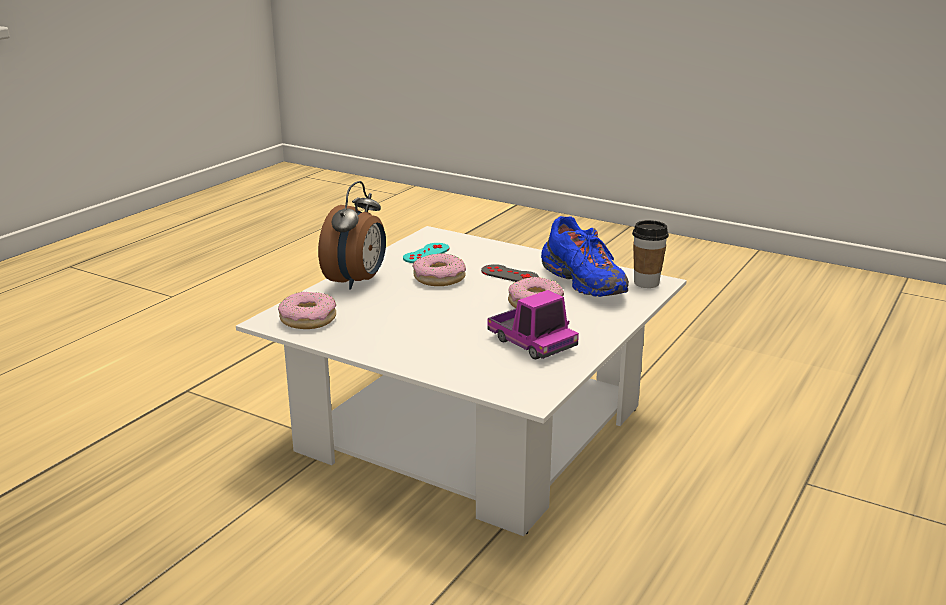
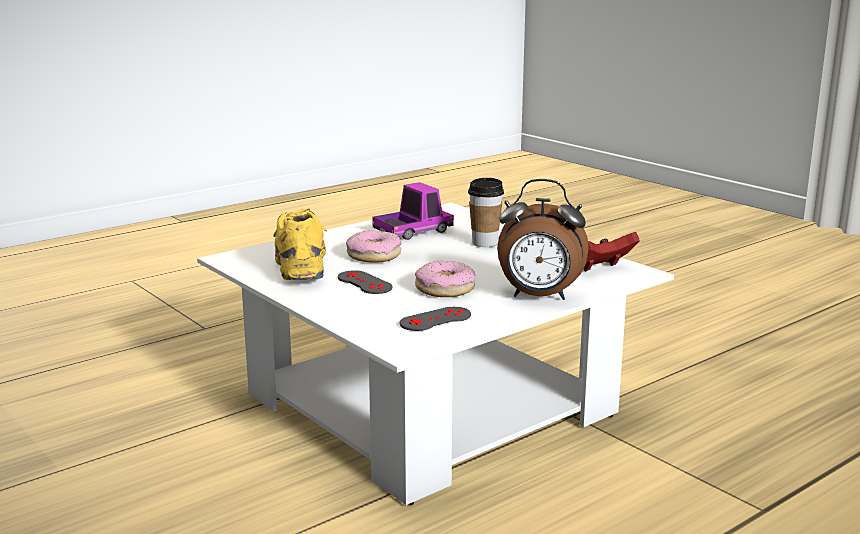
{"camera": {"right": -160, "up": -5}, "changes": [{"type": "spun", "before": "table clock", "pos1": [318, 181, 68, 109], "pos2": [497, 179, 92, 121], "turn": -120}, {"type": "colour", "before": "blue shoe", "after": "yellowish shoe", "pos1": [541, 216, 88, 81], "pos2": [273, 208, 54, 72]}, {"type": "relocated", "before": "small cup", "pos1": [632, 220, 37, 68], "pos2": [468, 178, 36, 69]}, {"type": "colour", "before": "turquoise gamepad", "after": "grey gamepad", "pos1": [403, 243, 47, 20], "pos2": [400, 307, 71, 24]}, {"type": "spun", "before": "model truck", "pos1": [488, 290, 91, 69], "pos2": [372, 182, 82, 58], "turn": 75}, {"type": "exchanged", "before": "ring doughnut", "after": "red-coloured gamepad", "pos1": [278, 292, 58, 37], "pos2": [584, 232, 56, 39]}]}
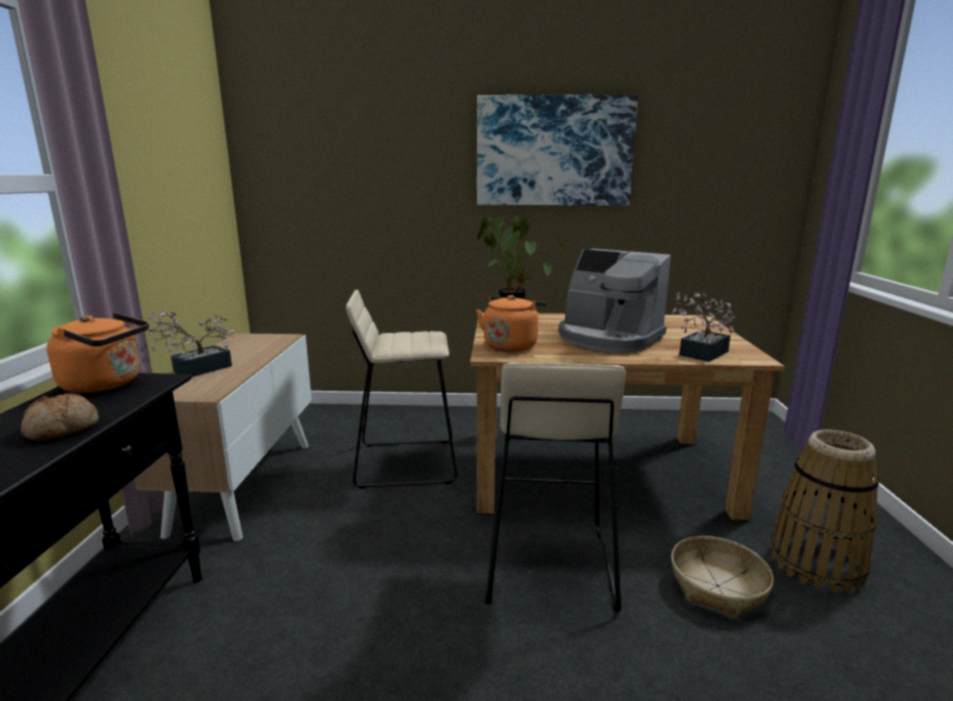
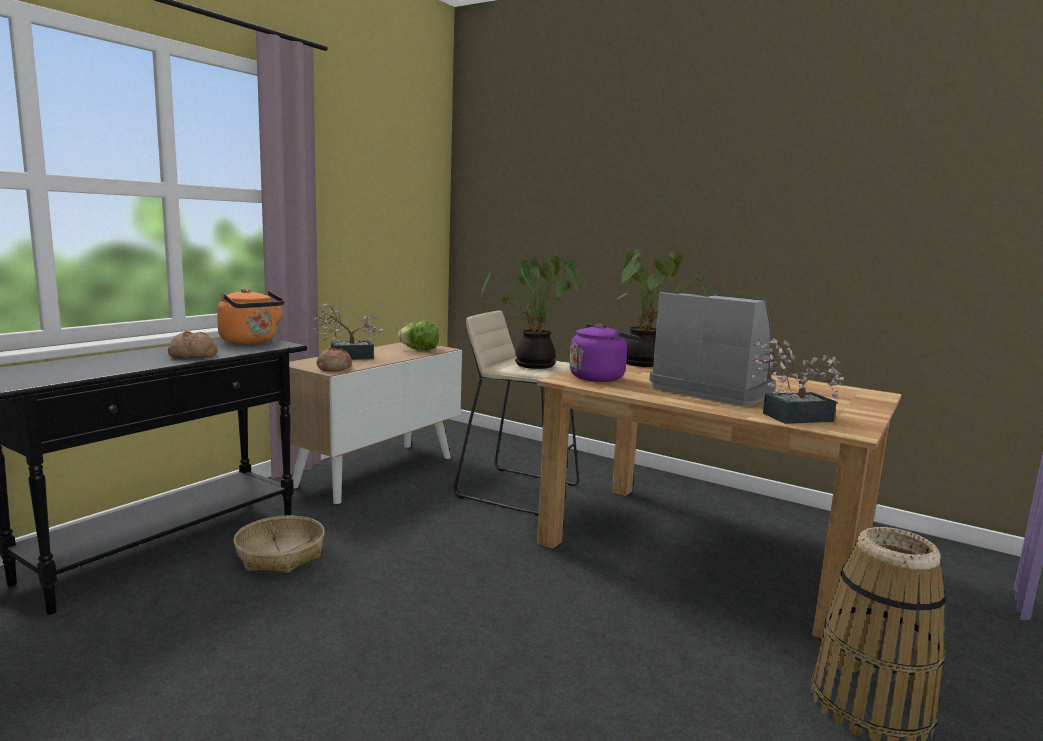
{"camera": {"right": 30, "up": -5}, "changes": [{"type": "missing", "before": "wall art", "pos1": [477, 94, 161, 111]}, {"type": "spun", "before": "coffee machine", "pos1": [558, 249, 113, 104], "pos2": [649, 292, 127, 114], "turn": 150}, {"type": "colour", "before": "orangey water kettle", "after": "purple-coloured water kettle", "pos1": [476, 295, 70, 57], "pos2": [569, 324, 71, 58]}, {"type": "missing", "before": "beige sitting stool", "pos1": [485, 362, 141, 250]}, {"type": "relocated", "before": "basket", "pos1": [671, 536, 103, 82], "pos2": [233, 516, 92, 57]}, {"type": "appeared", "after": "potted plant", "pos2": [482, 255, 97, 114]}, {"type": "appeared", "after": "head of lettuce", "pos2": [398, 321, 41, 29]}, {"type": "appeared", "after": "baked bread", "pos2": [317, 348, 35, 24]}]}
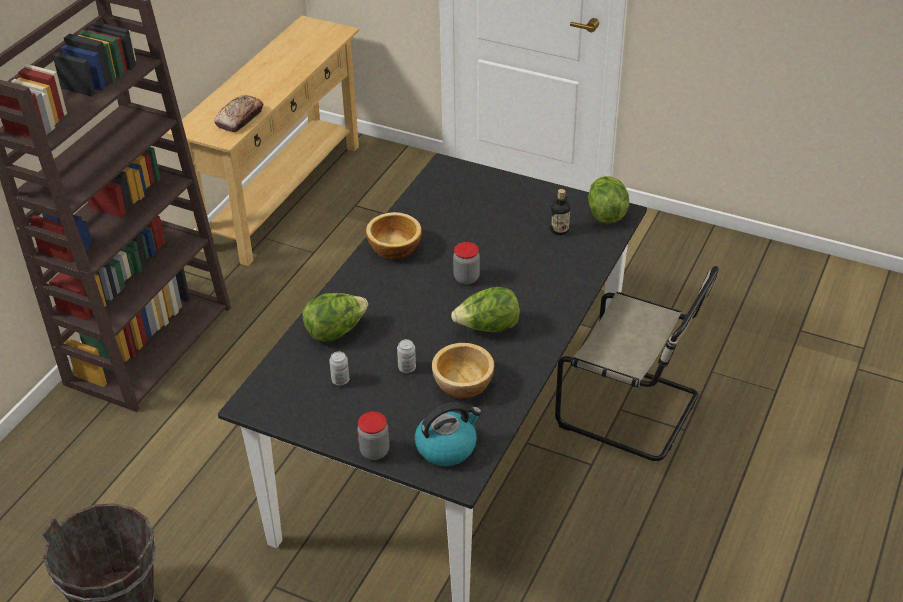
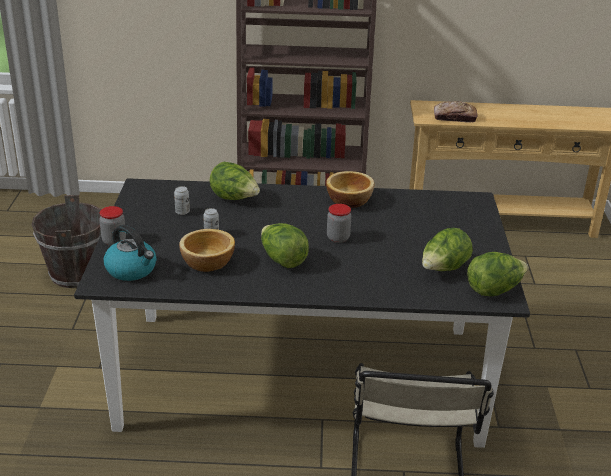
{"camera": {"right": 65, "up": -10}, "changes": [{"type": "exchanged", "before": "drink bottle", "after": "head of lettuce", "pos1": [550, 189, 20, 46], "pos2": [422, 228, 51, 43]}]}
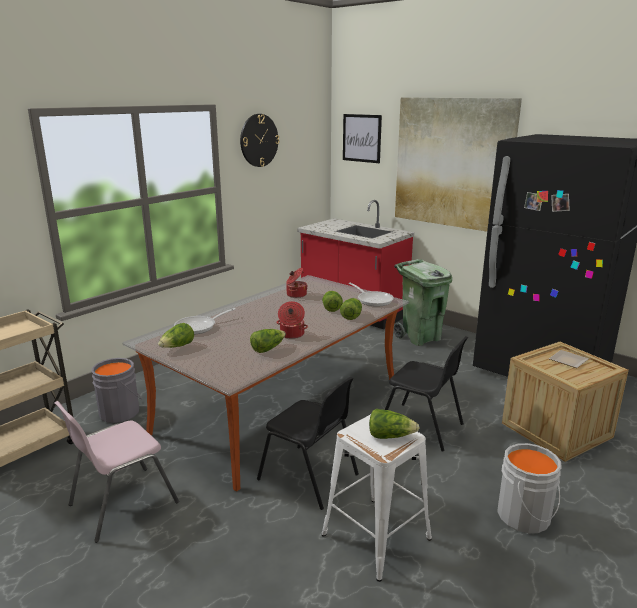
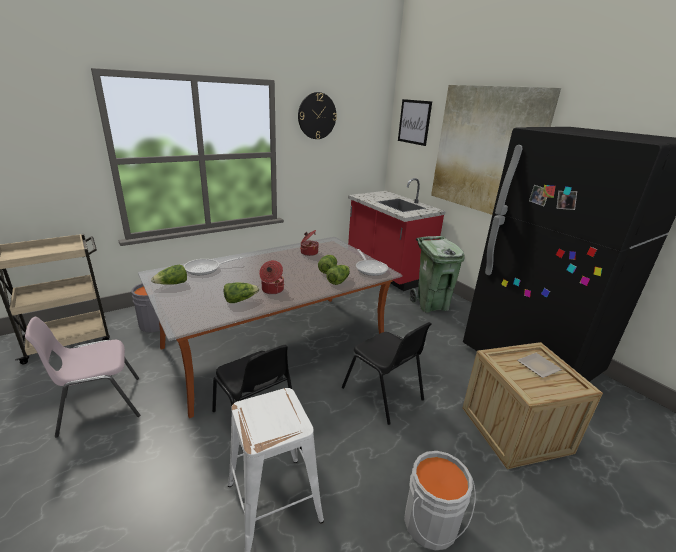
{"camera": {"right": 15, "up": 5}, "changes": [{"type": "missing", "before": "head of lettuce", "pos1": [369, 409, 51, 30]}]}
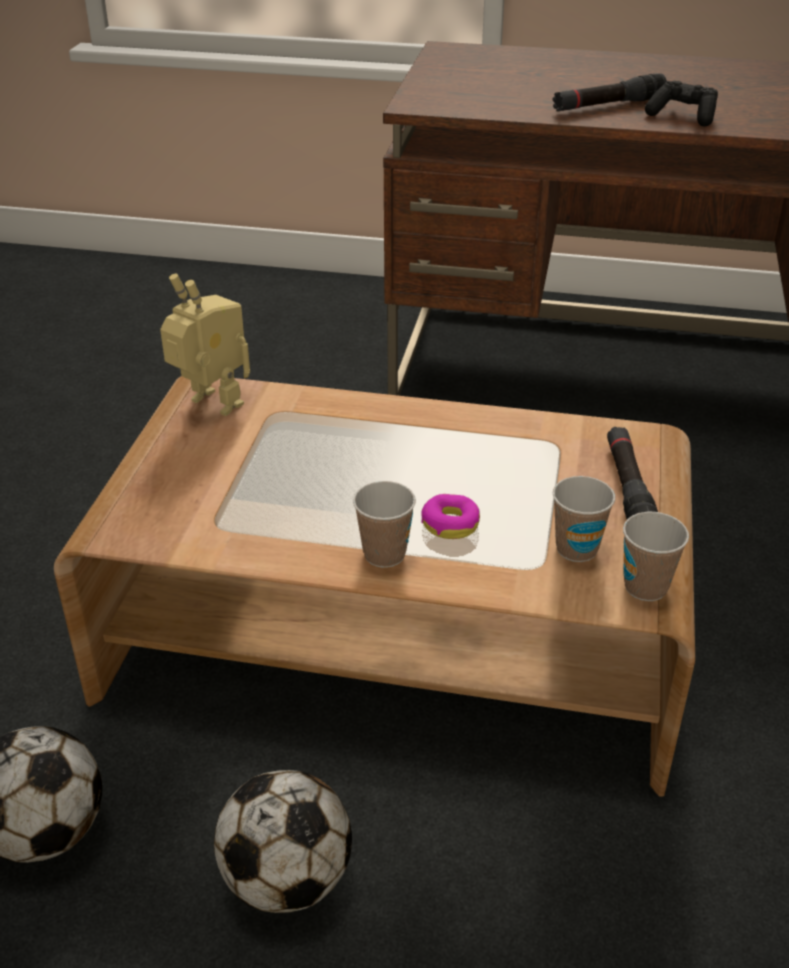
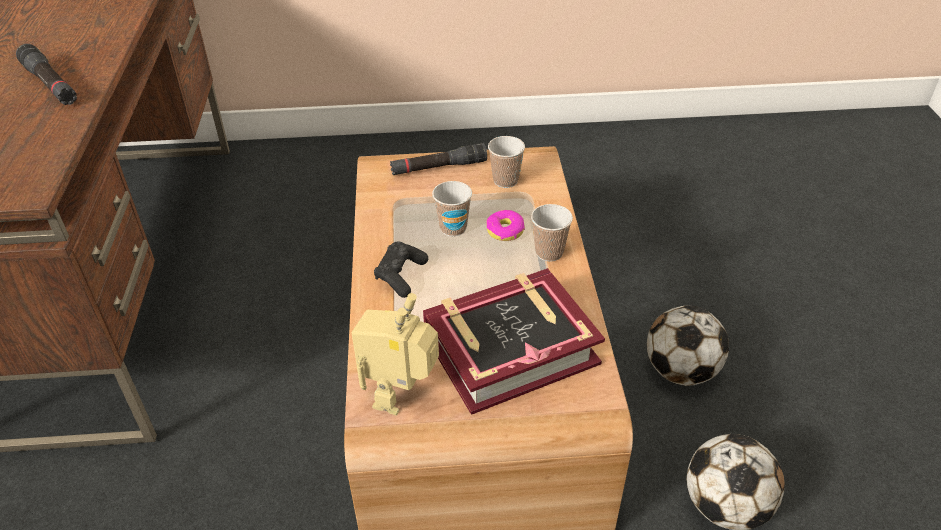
{"camera": {"right": -105, "up": 5}, "changes": [{"type": "relocated", "before": "blackish gamepad", "pos1": [645, 81, 73, 46], "pos2": [374, 241, 54, 57]}, {"type": "relocated", "before": "small cup", "pos1": [623, 512, 66, 89], "pos2": [432, 181, 40, 55]}, {"type": "appeared", "after": "book", "pos2": [423, 268, 182, 147]}]}
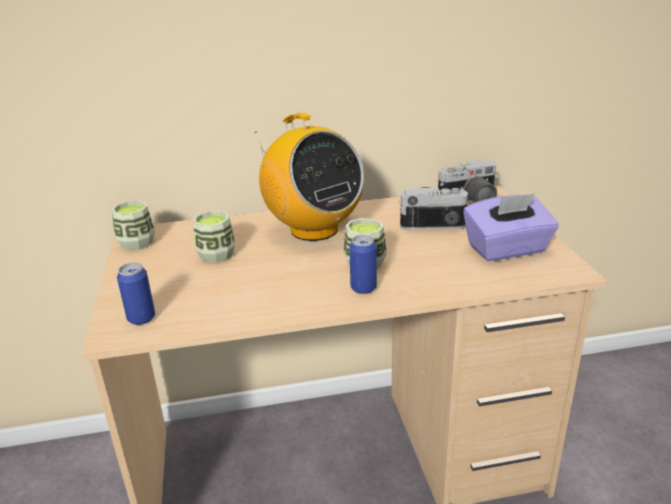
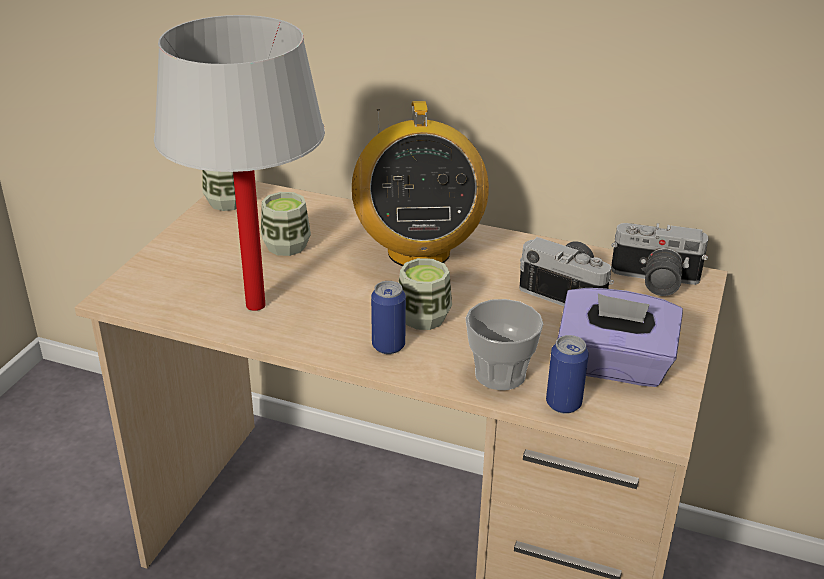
{"camera": {"right": 30, "up": 5}, "changes": [{"type": "relocated", "before": "metal can", "pos1": [117, 262, 38, 63], "pos2": [546, 335, 43, 79]}, {"type": "appeared", "after": "whitish tabletop lamp", "pos2": [154, 15, 171, 296]}, {"type": "appeared", "after": "small cup", "pos2": [465, 299, 78, 91]}]}
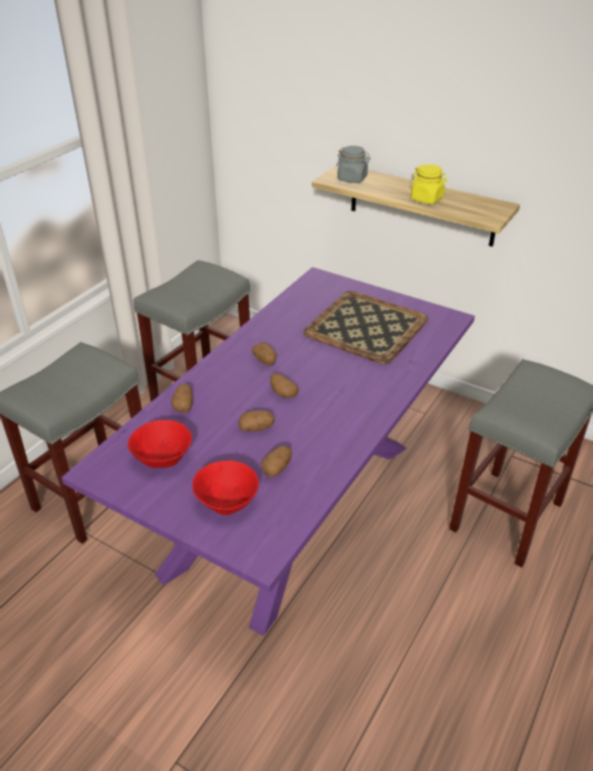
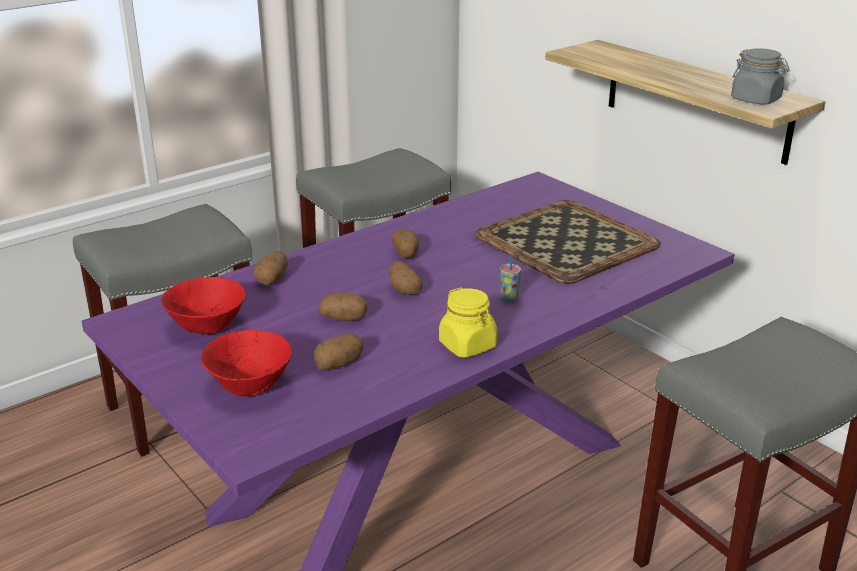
{"camera": {"right": 20, "up": -10}, "changes": [{"type": "relocated", "before": "grey jar", "pos1": [336, 146, 35, 37], "pos2": [731, 48, 58, 56]}, {"type": "relocated", "before": "yellowish jar", "pos1": [411, 164, 36, 40], "pos2": [439, 287, 58, 71]}, {"type": "appeared", "after": "small cup", "pos2": [500, 253, 21, 49]}]}
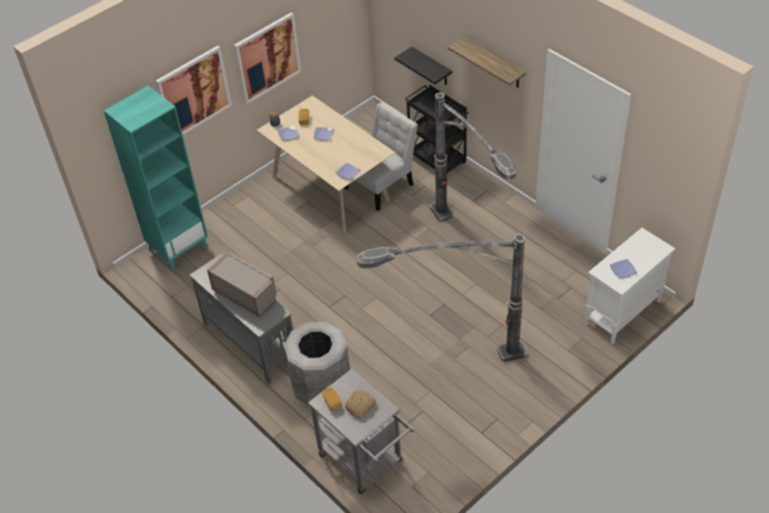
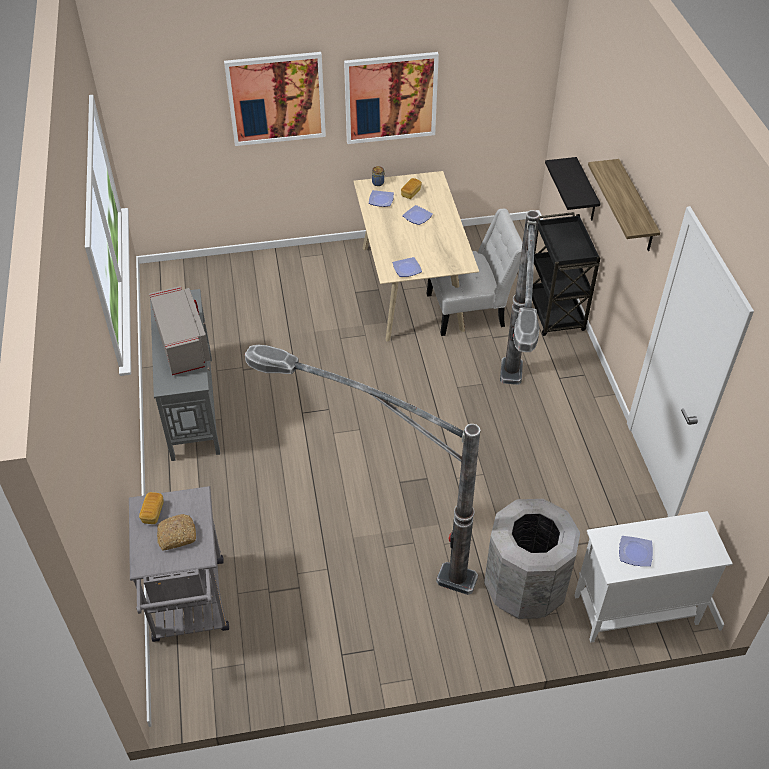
{"camera": {"right": 30, "up": 0}, "changes": [{"type": "missing", "before": "turquoise bookcase", "pos1": [104, 86, 104, 185]}, {"type": "relocated", "before": "grey waste bin", "pos1": [284, 322, 66, 84], "pos2": [484, 499, 96, 120]}]}
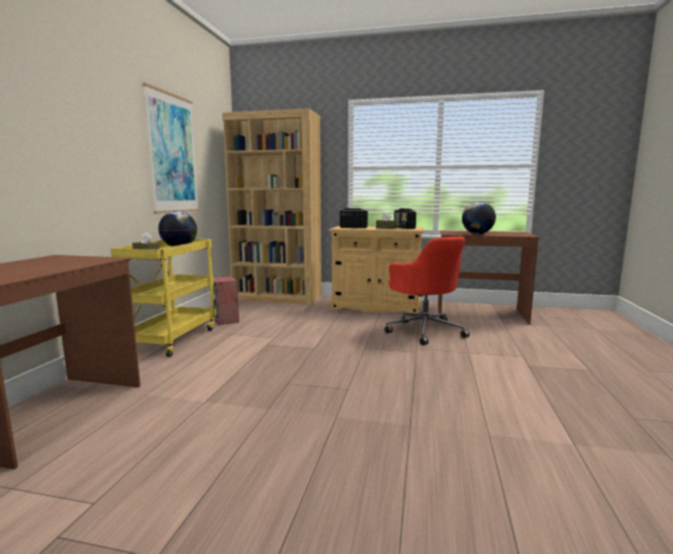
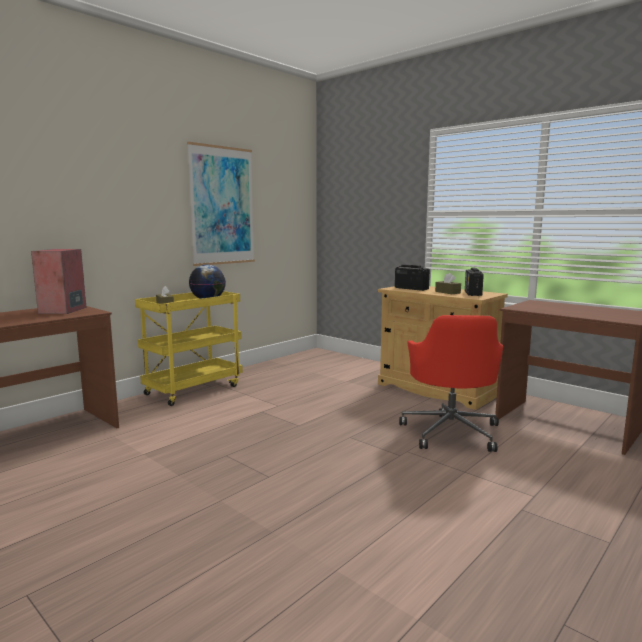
{"camera": {"right": 30, "up": 0}, "changes": [{"type": "missing", "before": "brown bookcase", "pos1": [222, 108, 99, 197]}, {"type": "missing", "before": "world globe", "pos1": [462, 202, 34, 32]}, {"type": "relocated", "before": "loudspeaker", "pos1": [213, 276, 26, 49], "pos2": [31, 249, 56, 65]}]}
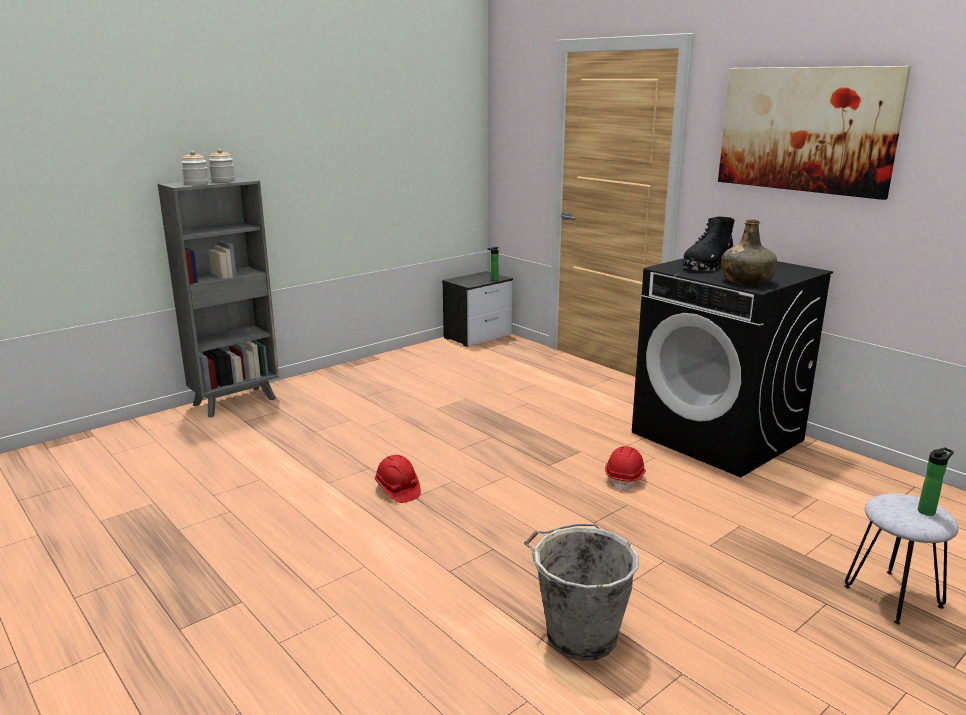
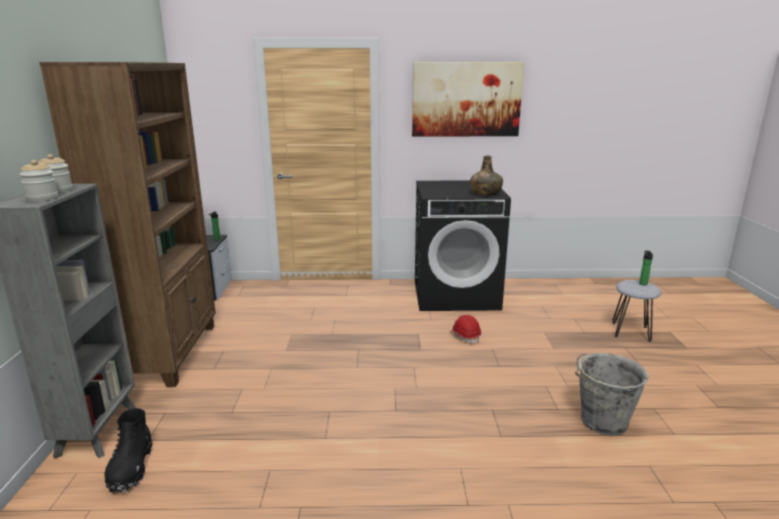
{"camera": {"right": -50, "up": 0}, "changes": [{"type": "relocated", "before": "blackish boot", "pos1": [682, 216, 53, 55], "pos2": [105, 408, 47, 86]}, {"type": "missing", "before": "red-coloured work helmet", "pos1": [375, 455, 46, 48]}, {"type": "appeared", "after": "brown bookcase", "pos2": [39, 62, 177, 325]}]}
